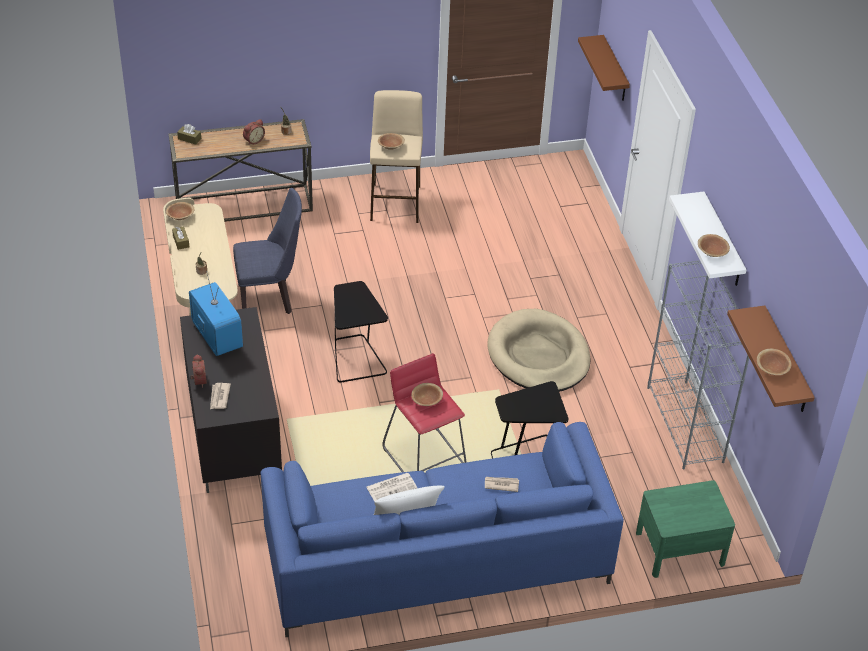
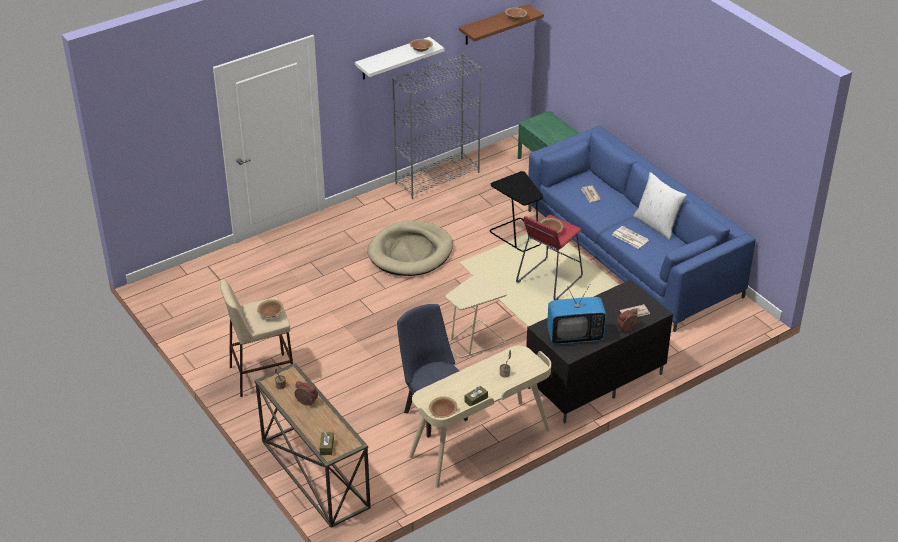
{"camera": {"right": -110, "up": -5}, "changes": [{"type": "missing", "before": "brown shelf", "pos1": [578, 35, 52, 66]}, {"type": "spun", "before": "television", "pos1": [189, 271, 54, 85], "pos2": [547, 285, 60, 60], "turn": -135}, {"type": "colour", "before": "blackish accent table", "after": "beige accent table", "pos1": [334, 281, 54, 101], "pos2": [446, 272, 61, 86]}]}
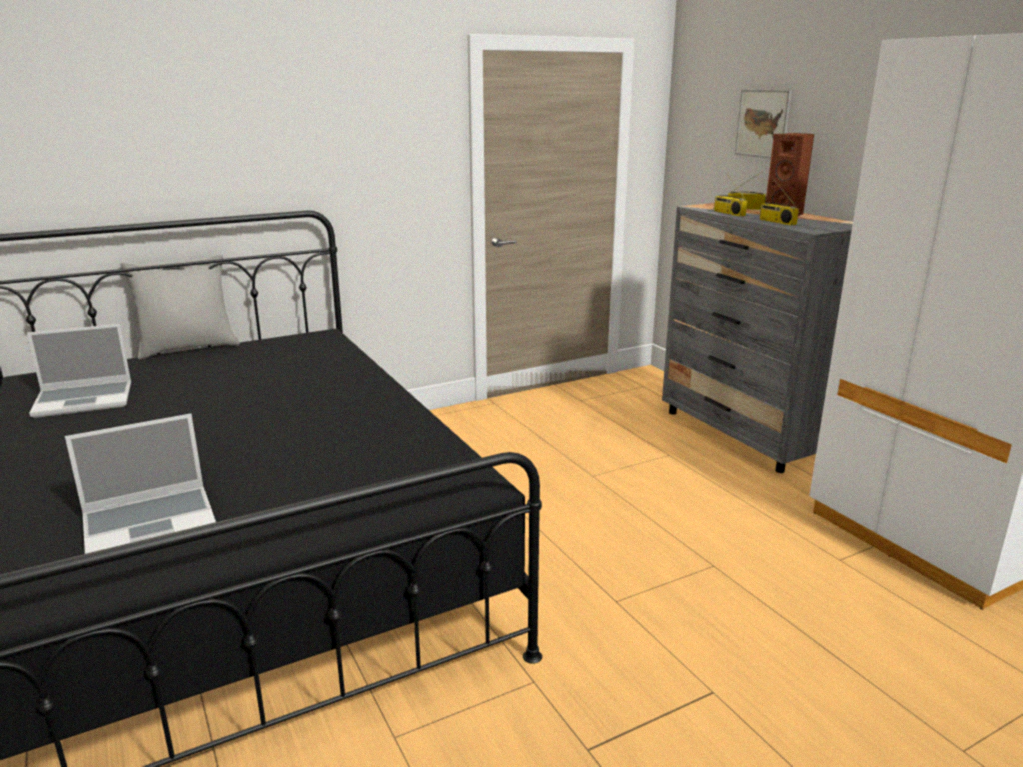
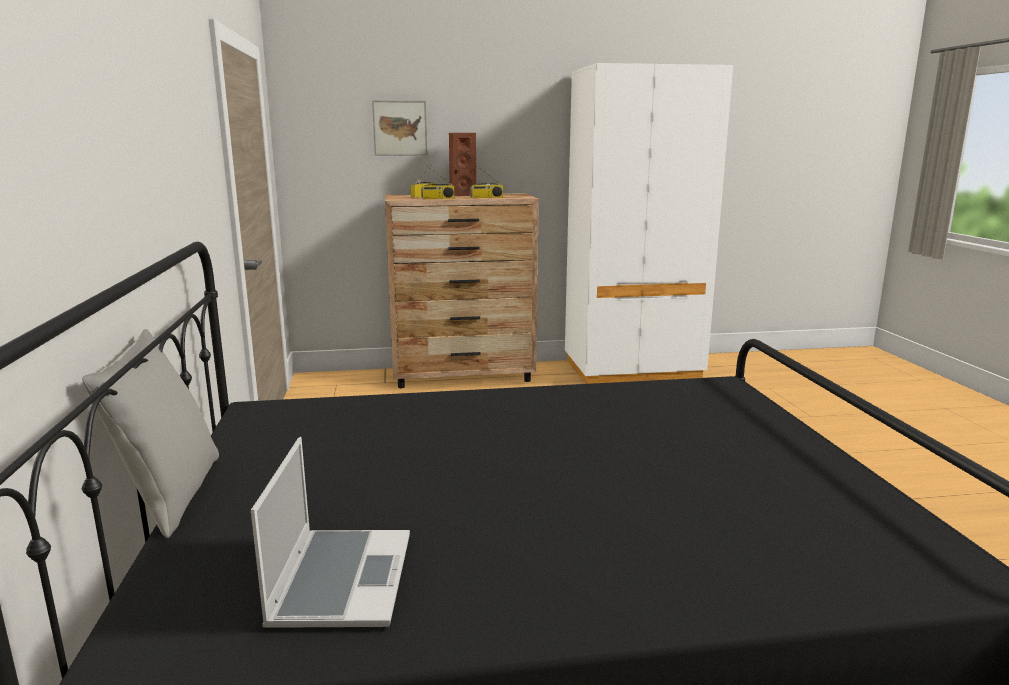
{"camera": {"right": -70, "up": -5}, "changes": [{"type": "colour", "before": "grey drawer chest", "after": "brown drawer chest", "pos1": [662, 203, 191, 270], "pos2": [385, 193, 154, 195]}, {"type": "missing", "before": "notebook computer", "pos1": [65, 414, 151, 140]}]}
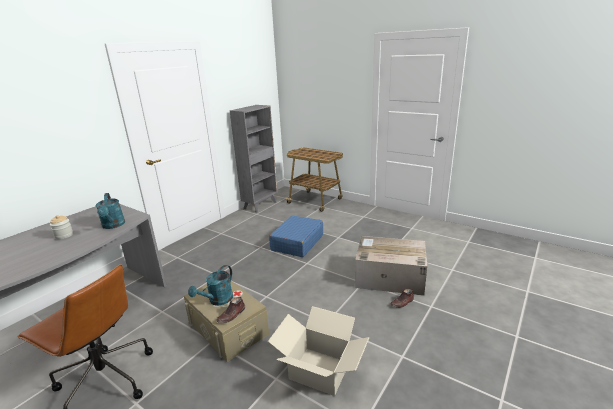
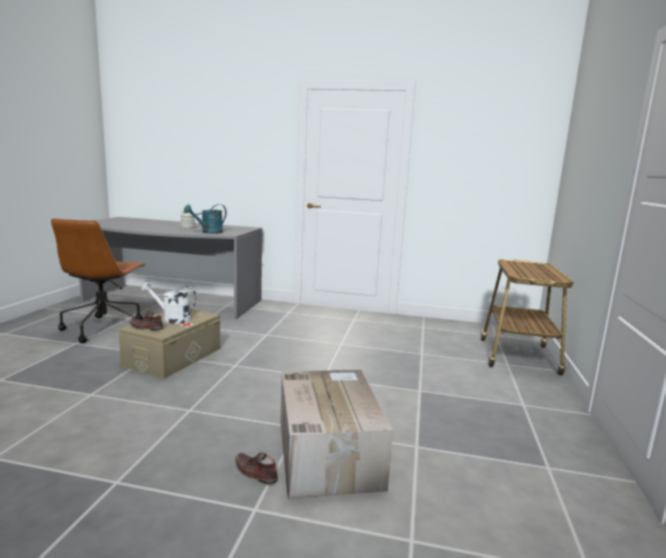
{"camera": {"right": 65, "up": -10}, "changes": [{"type": "missing", "before": "grey bookcase", "pos1": [230, 105, 47, 108]}, {"type": "missing", "before": "blue suitcase", "pos1": [269, 215, 54, 42]}, {"type": "colour", "before": "turquoise watering pot", "after": "whitish watering pot", "pos1": [188, 265, 45, 41], "pos2": [141, 282, 56, 42]}, {"type": "missing", "before": "carton", "pos1": [268, 306, 102, 90]}]}
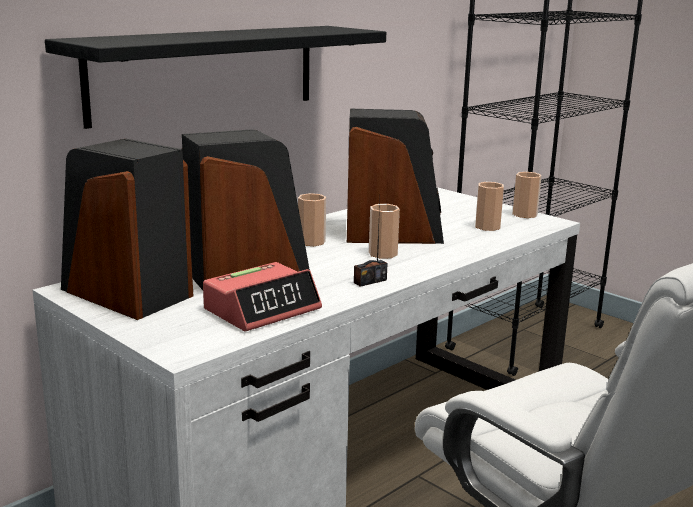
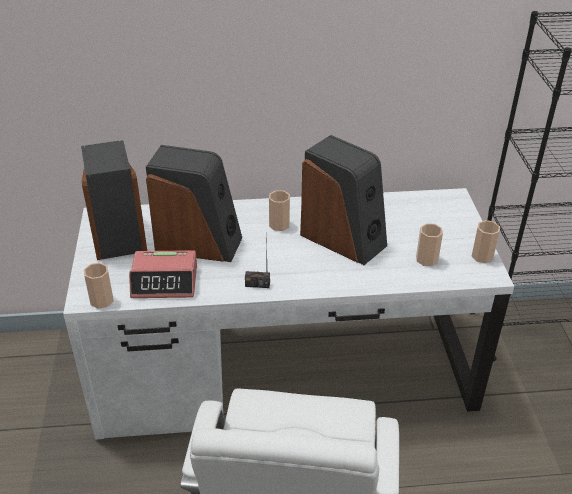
{"camera": {"right": 40, "up": 20}, "changes": [{"type": "missing", "before": "blackish shelf", "pos1": [45, 26, 341, 103]}, {"type": "relocated", "before": "small cup", "pos1": [369, 204, 31, 55], "pos2": [84, 263, 30, 46]}]}
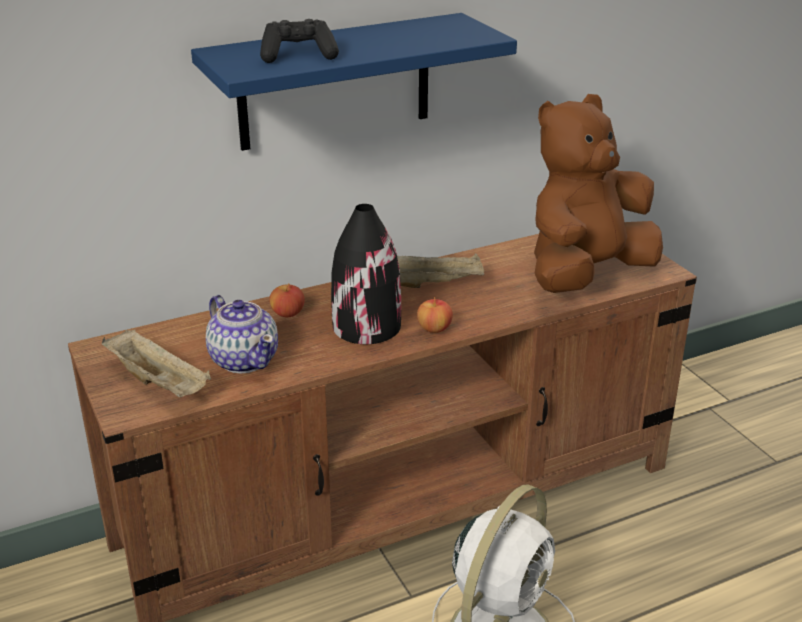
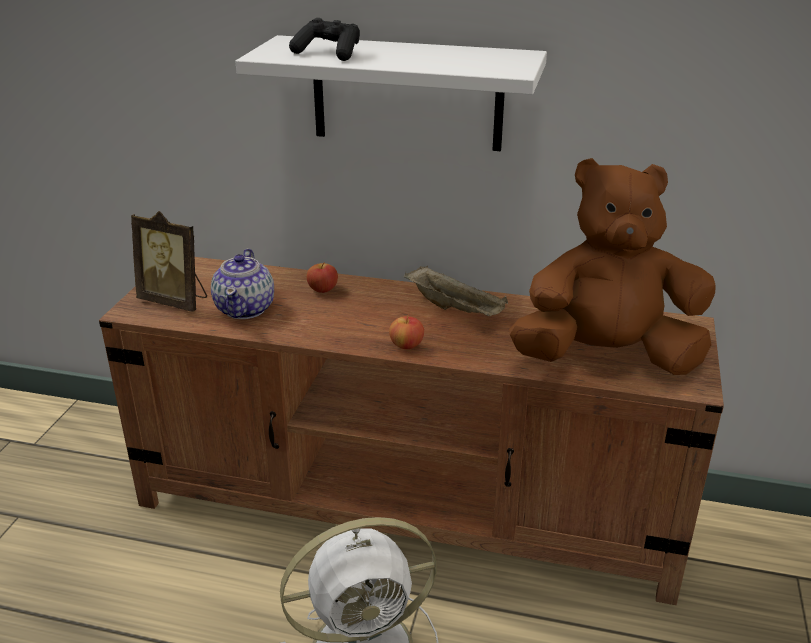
{"camera": {"right": 40, "up": 0}, "changes": [{"type": "colour", "before": "blue shelf", "after": "whitish shelf", "pos1": [191, 13, 326, 138], "pos2": [235, 35, 312, 116]}, {"type": "missing", "before": "blackish decorative vase", "pos1": [331, 204, 70, 140]}, {"type": "exchanged", "before": "beige serving tray", "after": "standing frame", "pos1": [102, 329, 109, 68], "pos2": [131, 211, 76, 101]}]}
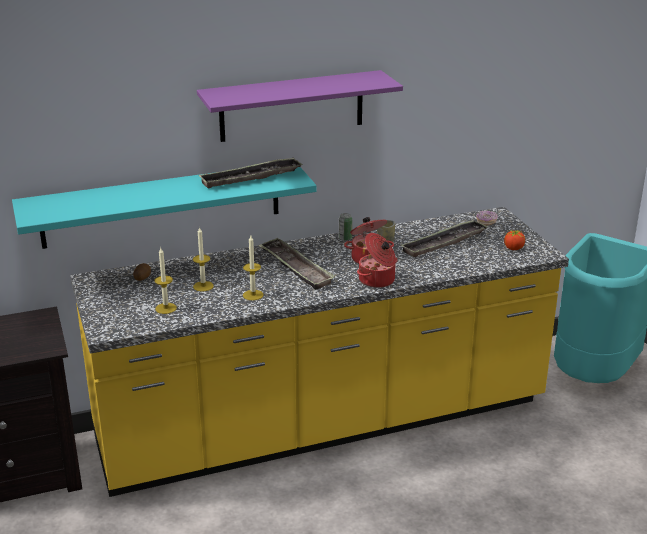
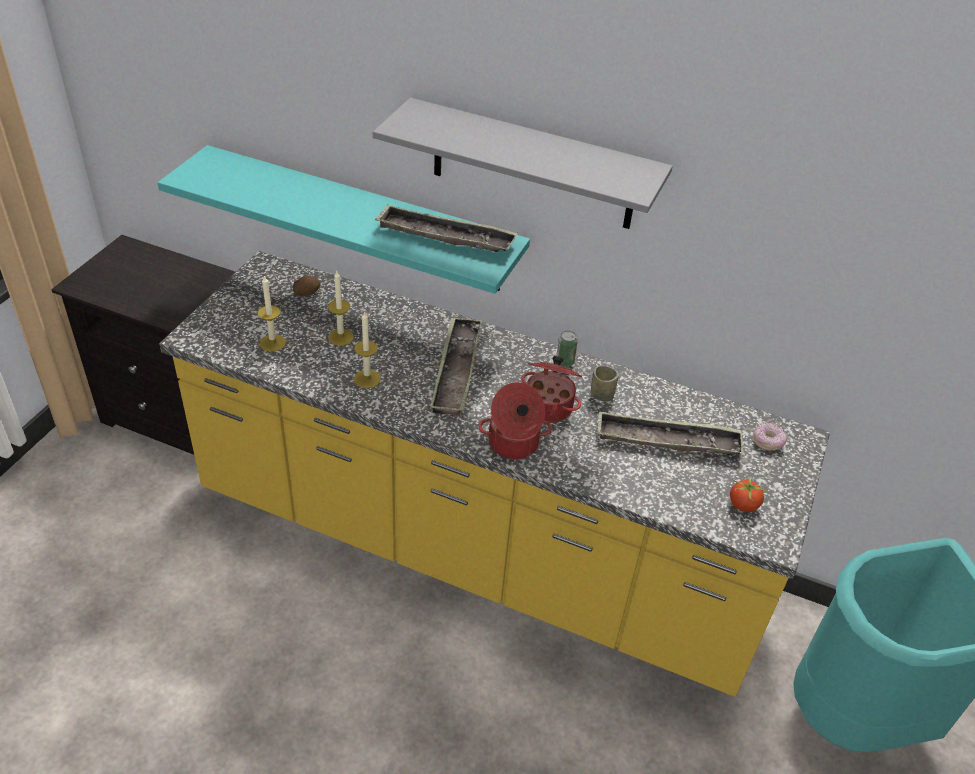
{"camera": {"right": 40, "up": 15}, "changes": [{"type": "colour", "before": "purple-coloured shelf", "after": "grey shelf", "pos1": [197, 70, 206, 72], "pos2": [373, 98, 300, 131]}]}
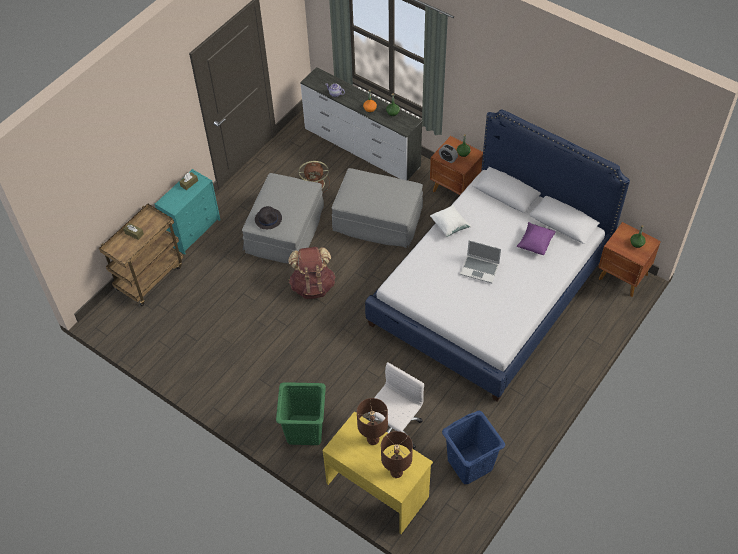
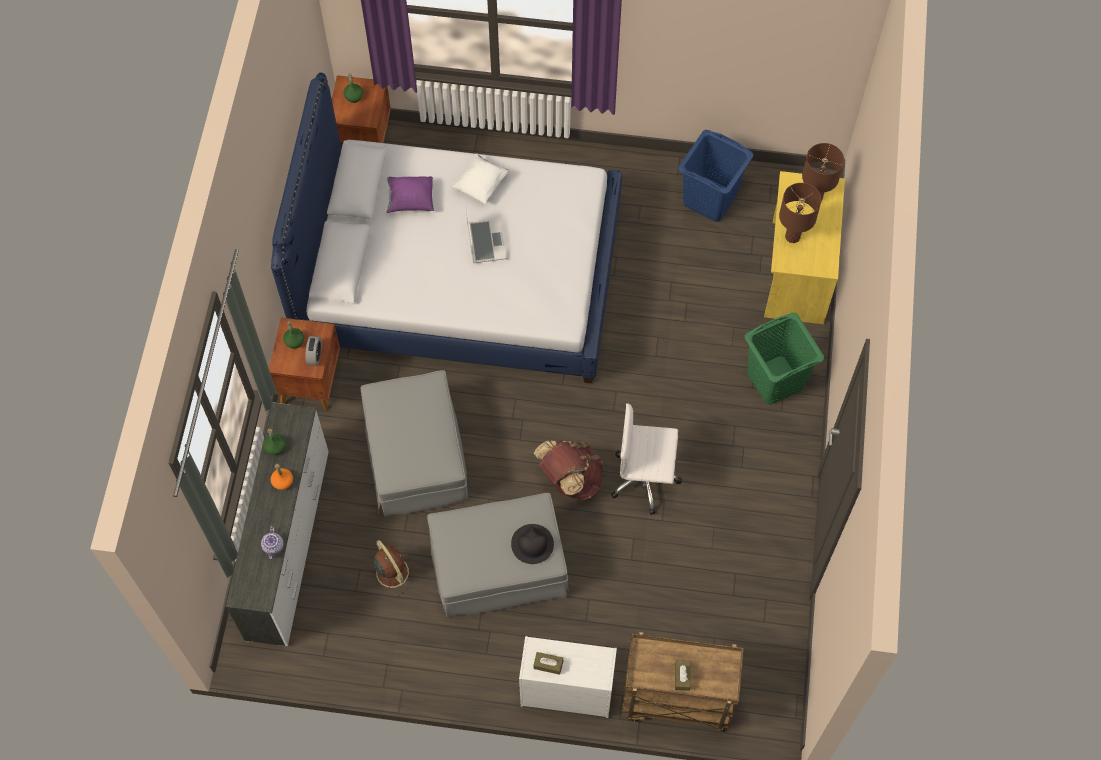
{"camera": {"right": -120, "up": 10}, "changes": [{"type": "colour", "before": "turquoise drawer chest", "after": "whitish drawer chest", "pos1": [155, 169, 65, 86], "pos2": [519, 636, 98, 82]}, {"type": "relocated", "before": "whitish cushion", "pos1": [430, 205, 41, 32], "pos2": [452, 153, 57, 50]}, {"type": "relocated", "before": "whitish computer chair", "pos1": [367, 362, 57, 87], "pos2": [611, 403, 71, 112]}]}
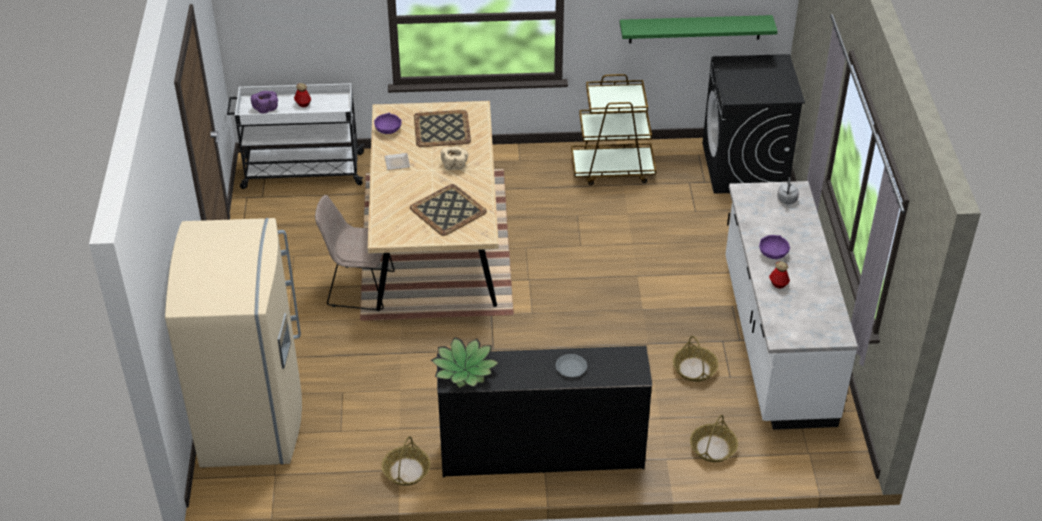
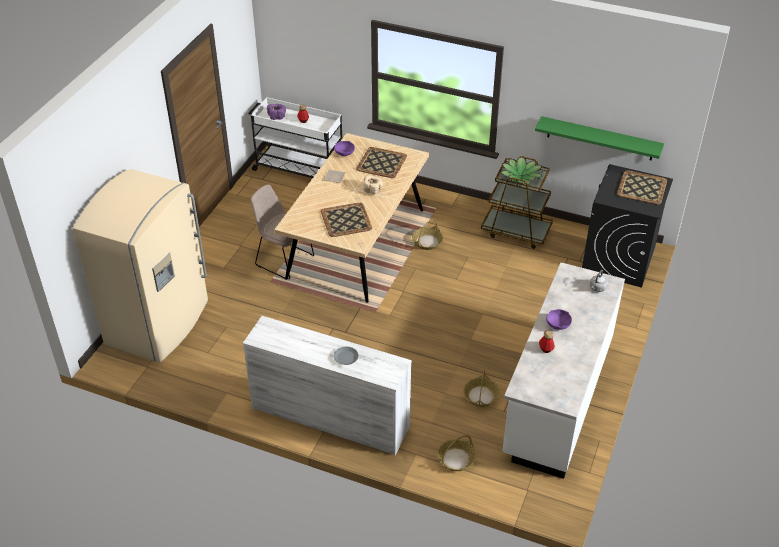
{"camera": {"right": 25, "up": 0}, "changes": [{"type": "relocated", "before": "potted plant", "pos1": [431, 337, 68, 51], "pos2": [500, 157, 42, 28]}, {"type": "colour", "before": "blackish drawer chest", "after": "whitish drawer chest", "pos1": [437, 346, 215, 131], "pos2": [243, 316, 169, 139]}, {"type": "relocated", "before": "basket", "pos1": [382, 436, 48, 50], "pos2": [412, 219, 32, 31]}, {"type": "appeared", "after": "serving tray", "pos2": [617, 170, 50, 35]}]}
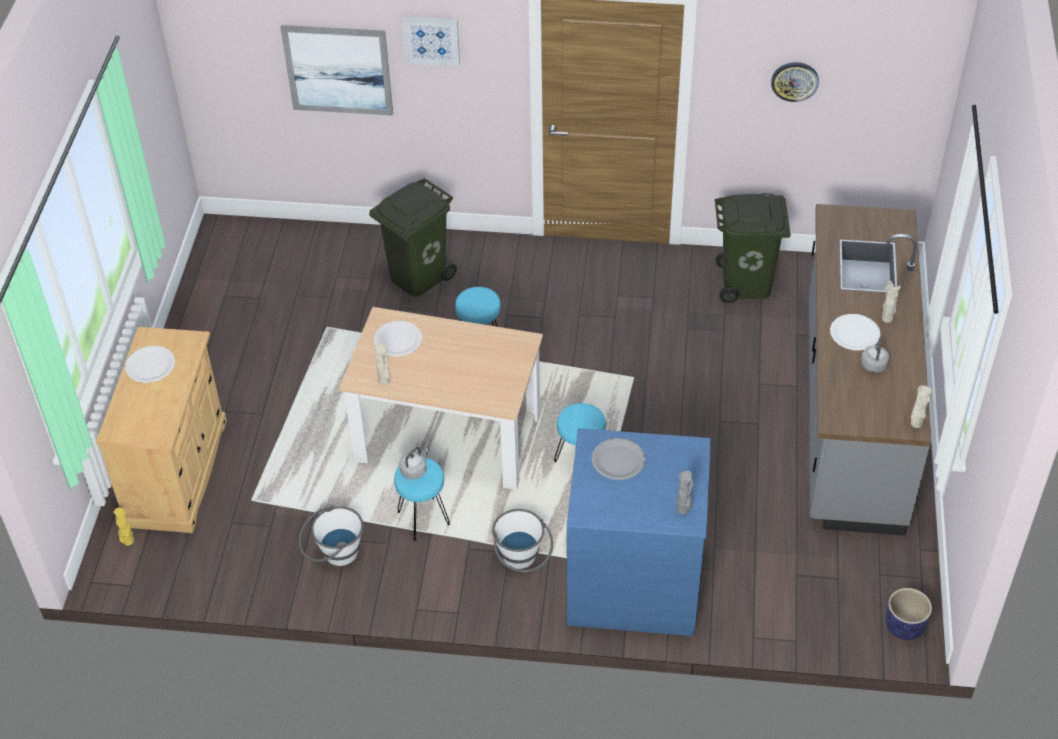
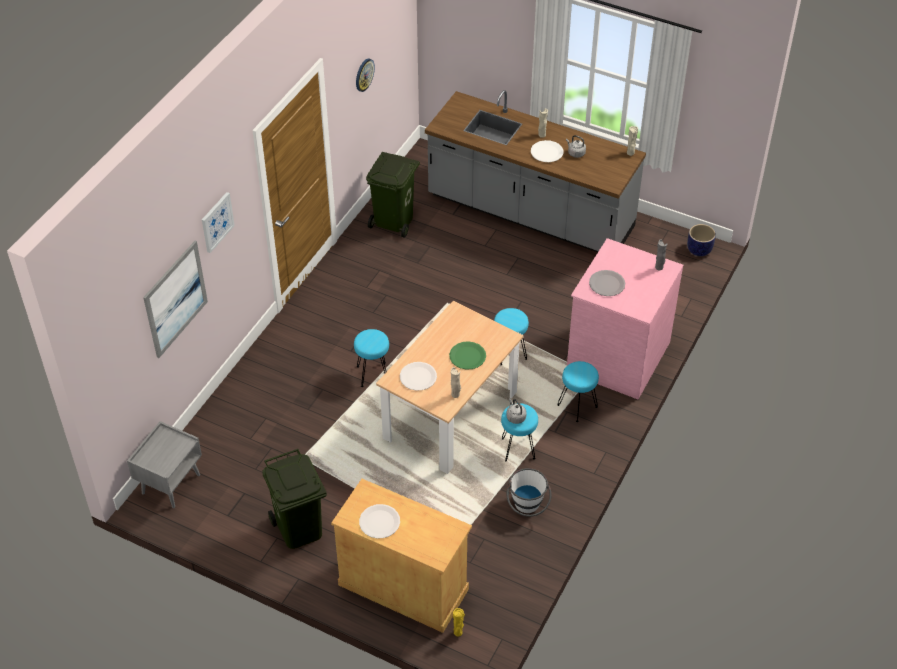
{"camera": {"right": -70, "up": 0}, "changes": [{"type": "relocated", "before": "green-coloured waste bin", "pos1": [369, 178, 88, 119], "pos2": [262, 449, 65, 100]}, {"type": "colour", "before": "blue drawer chest", "after": "pinkish drawer chest", "pos1": [566, 428, 145, 208], "pos2": [567, 238, 116, 161]}, {"type": "exchanged", "before": "whitish bucket", "after": "turquoise sitting stool", "pos1": [492, 509, 61, 63], "pos2": [557, 361, 42, 61]}, {"type": "appeared", "after": "green-coloured dinner plate", "pos2": [449, 341, 37, 29]}, {"type": "appeared", "after": "grey night table", "pos2": [127, 421, 75, 87]}]}
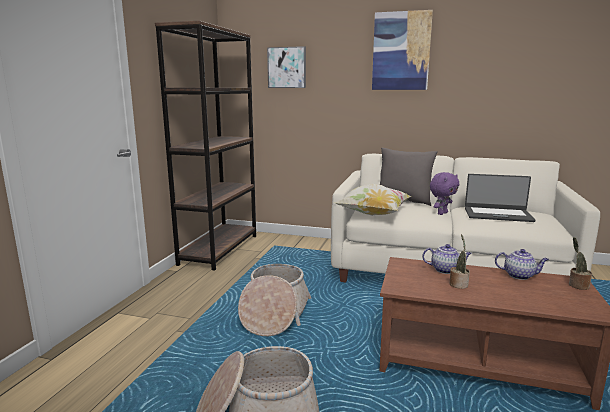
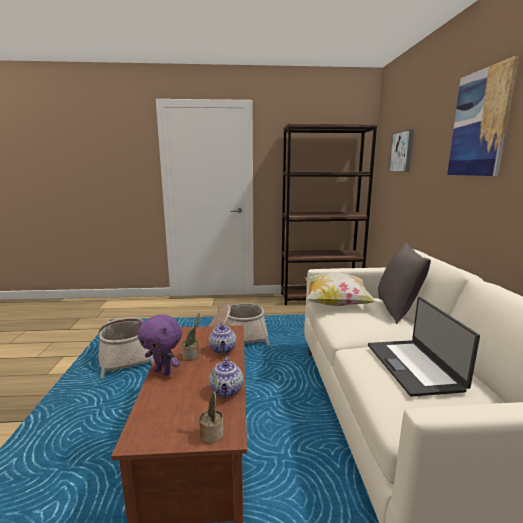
{"camera": {"right": 70, "up": 0}, "changes": [{"type": "relocated", "before": "purple-coloured plush toy", "pos1": [430, 172, 29, 43], "pos2": [138, 315, 44, 61]}]}
